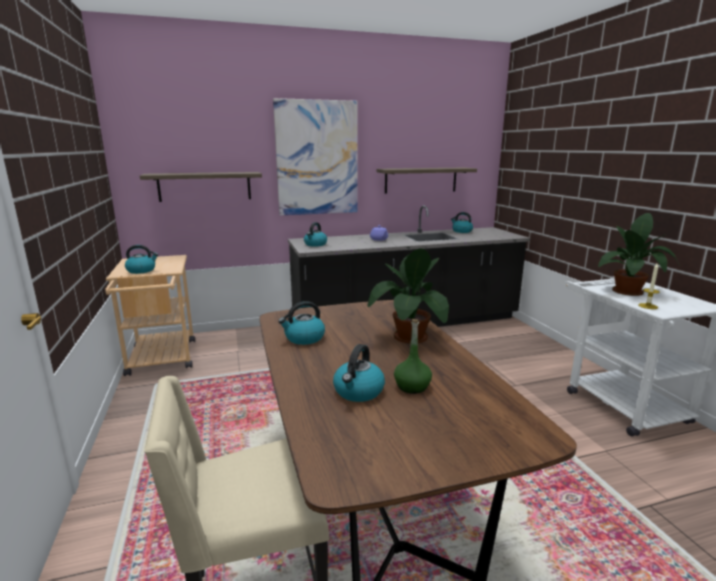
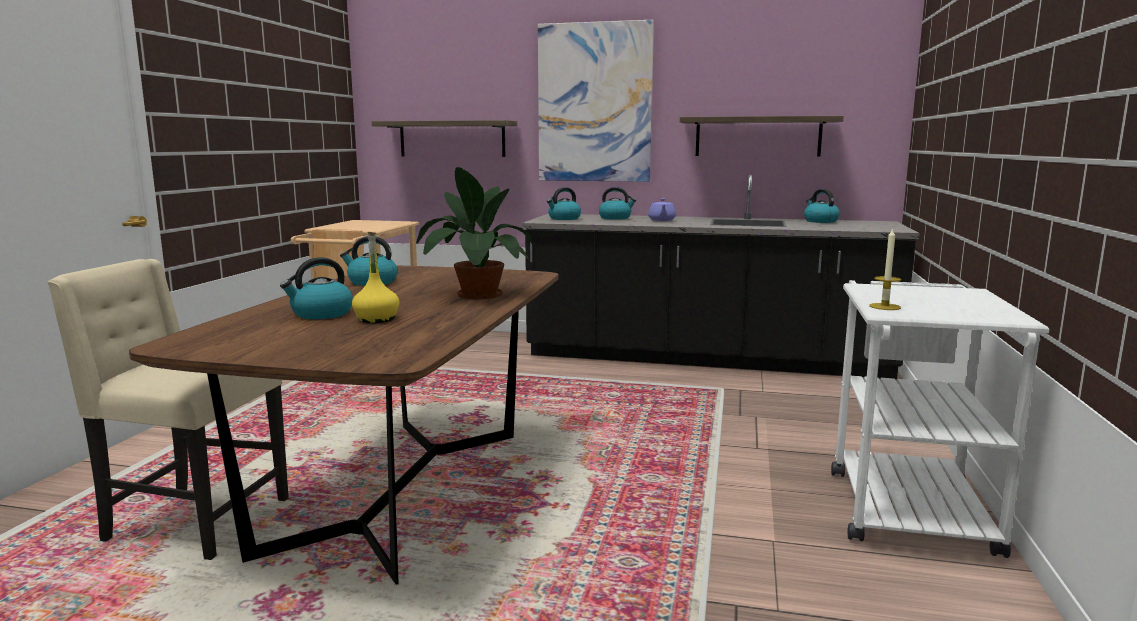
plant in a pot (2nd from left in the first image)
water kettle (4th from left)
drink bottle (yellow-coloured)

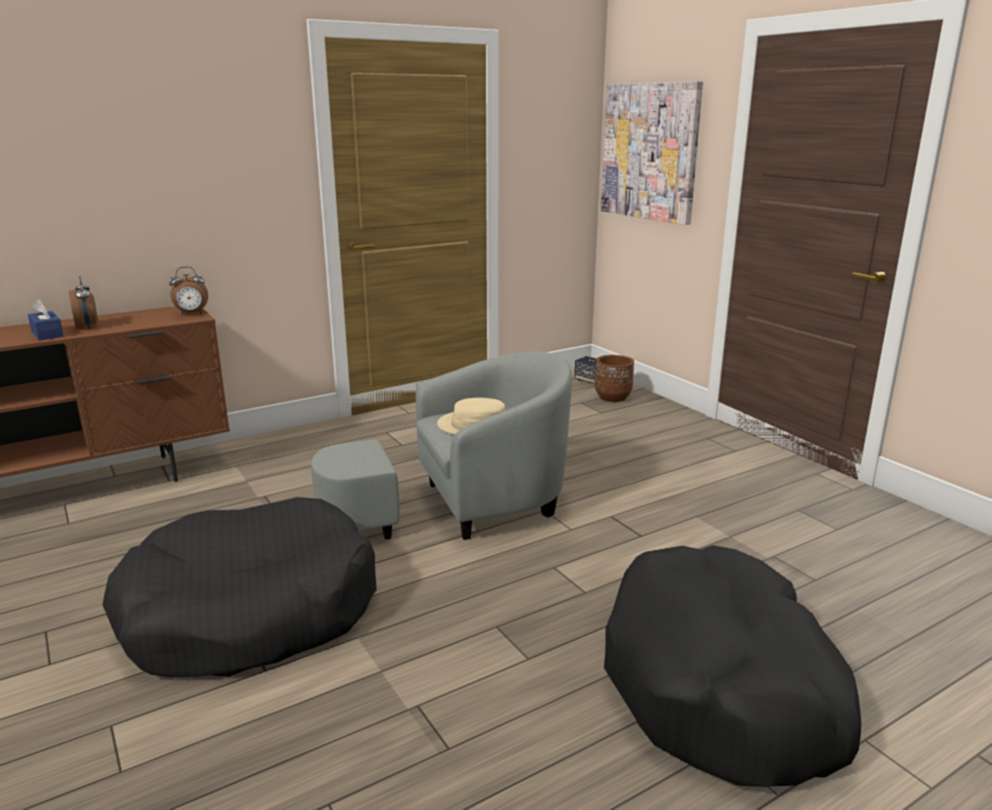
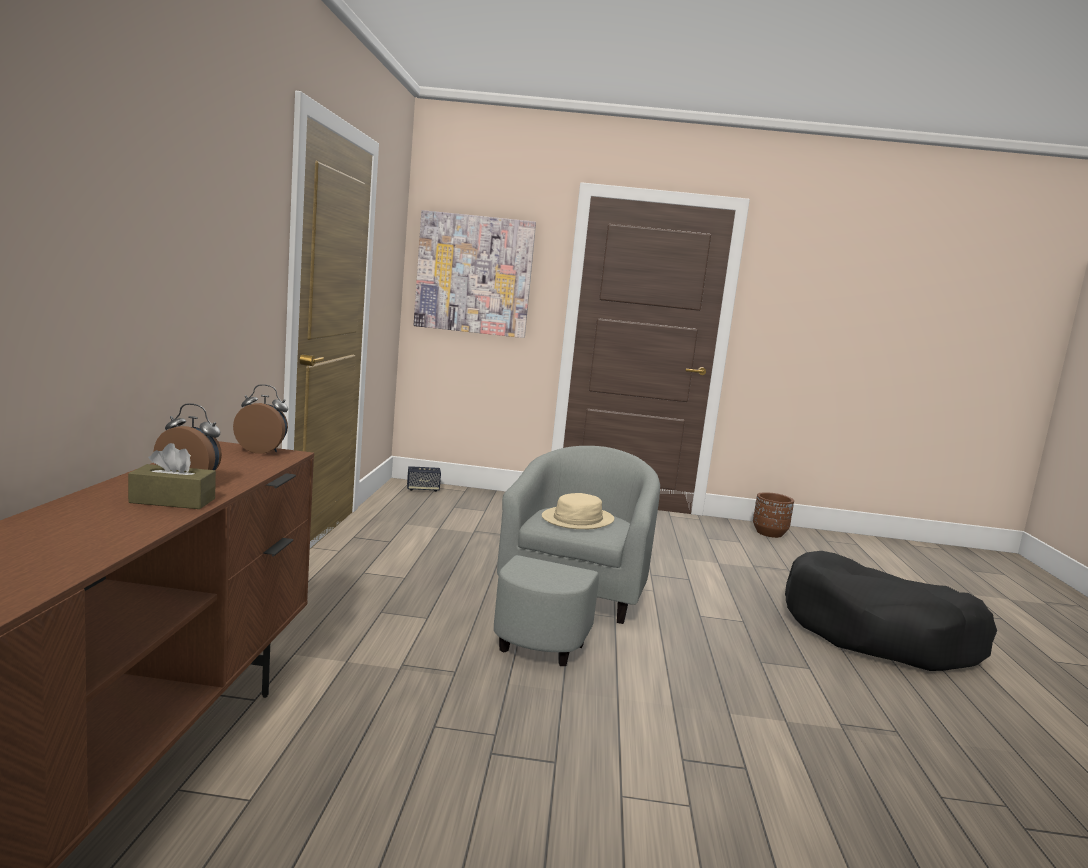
dog bed (black-coloured) (1st from left in the first image)
plant pot (brown)
tissue box (brown)
bedside clock (2nd from left)

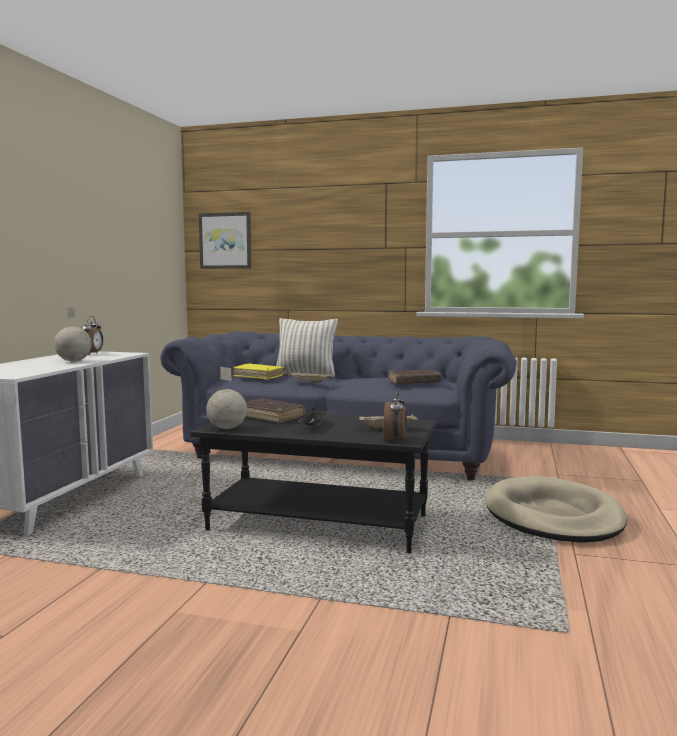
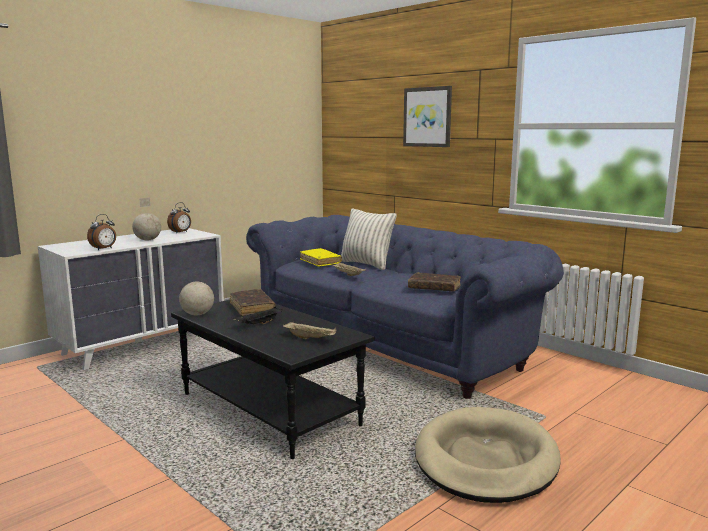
picture
bedside clock (1st from left)

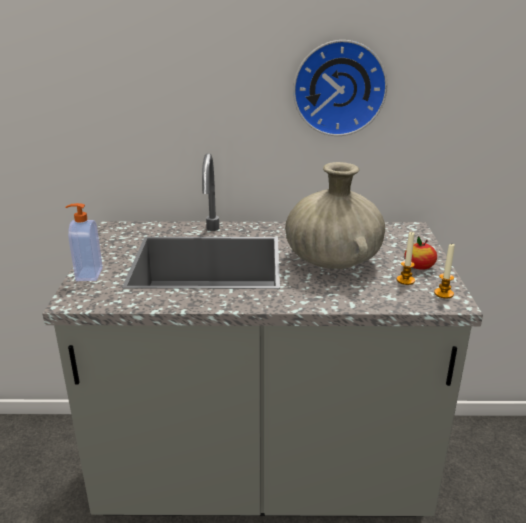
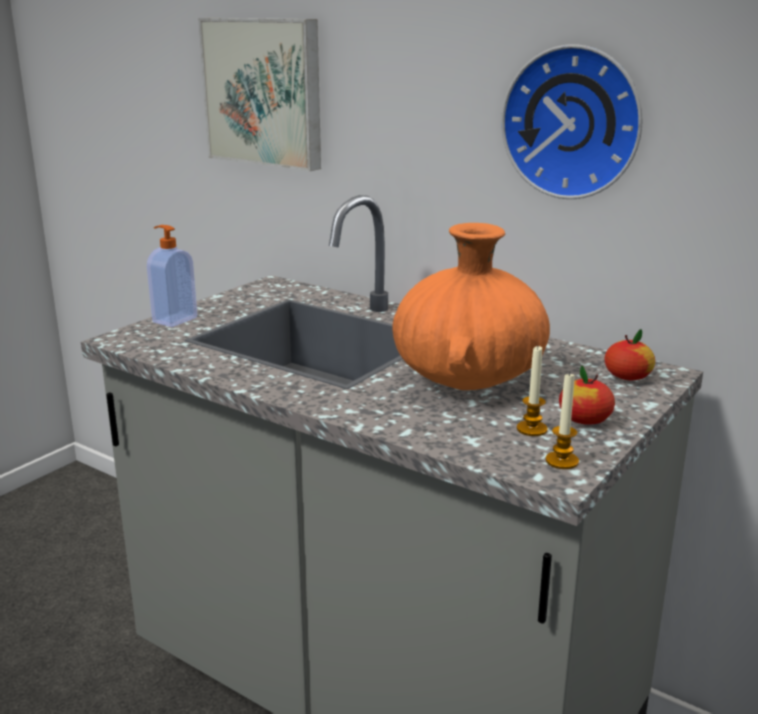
picture
apple (2nd from left)
vase (orangey)

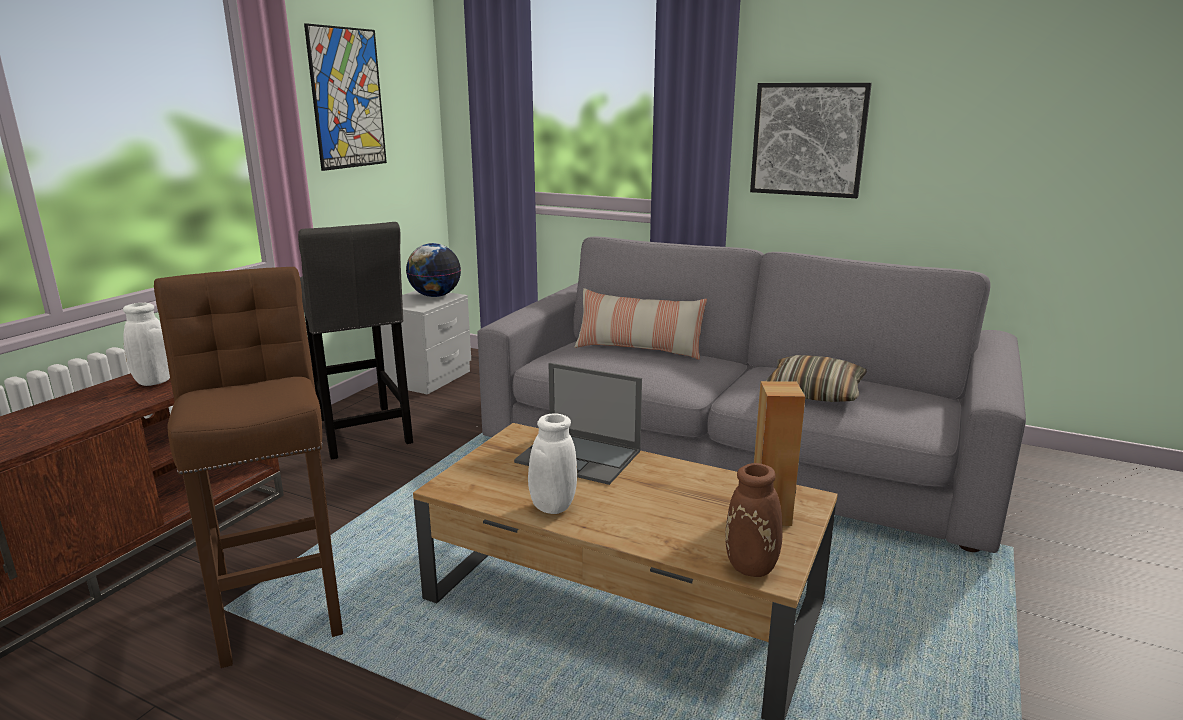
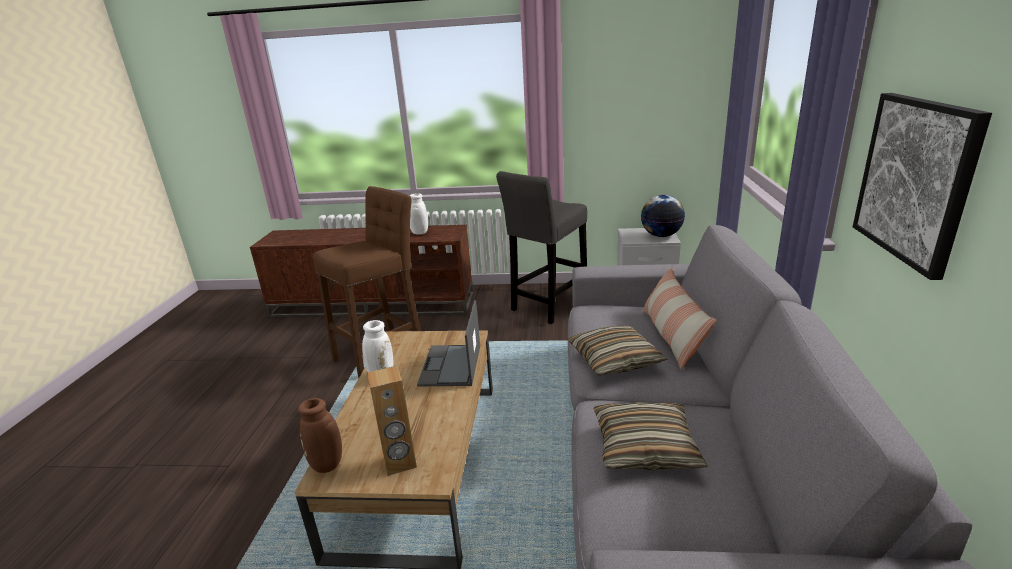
picture (1st from left in the first image)
cushion (1st from left)

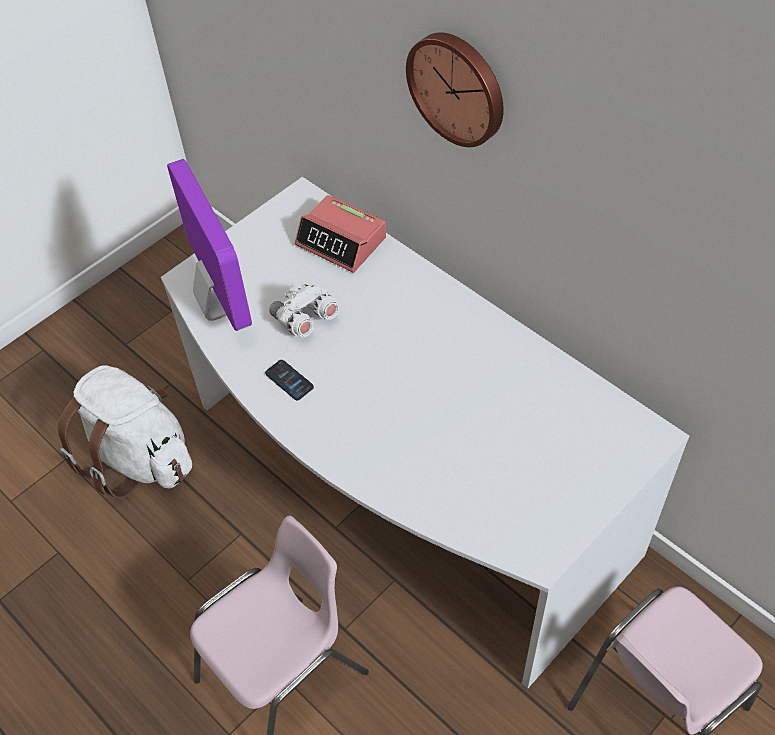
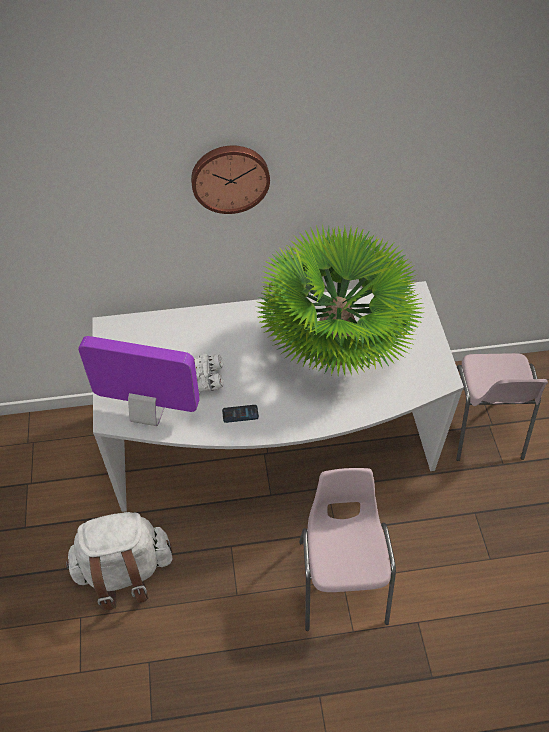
bedside clock
plant in a pot

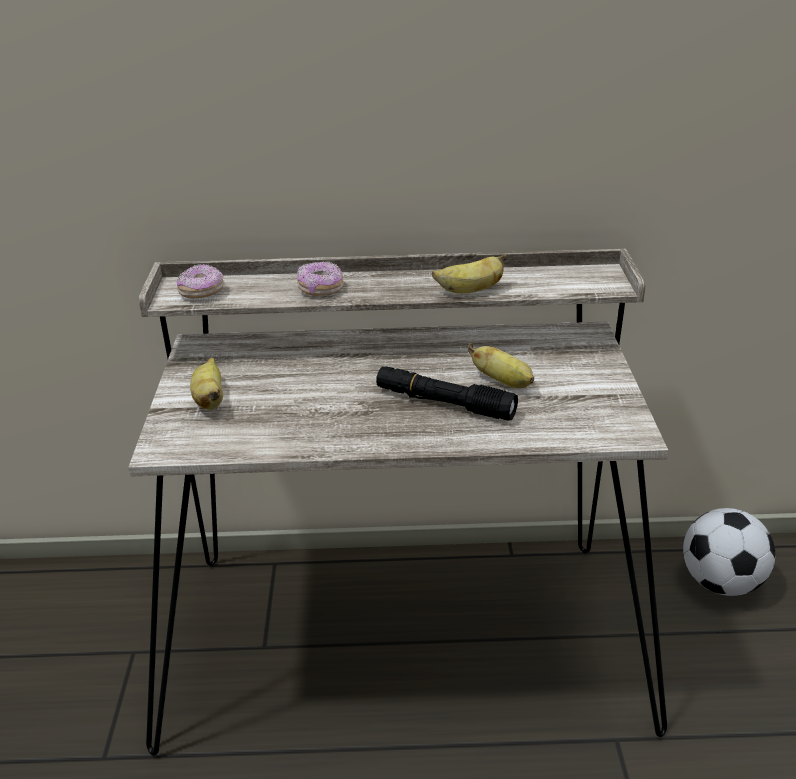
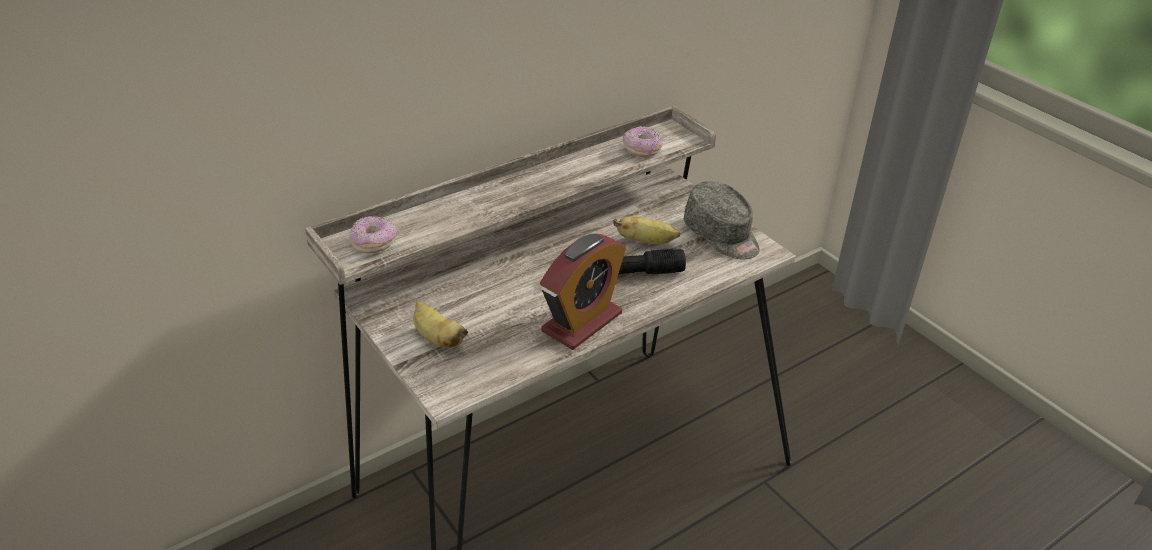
banana fruit (2nd from left in the first image)
ball for football
bedside clock
baseball cap (greyish)
doughnut (2nd from left)

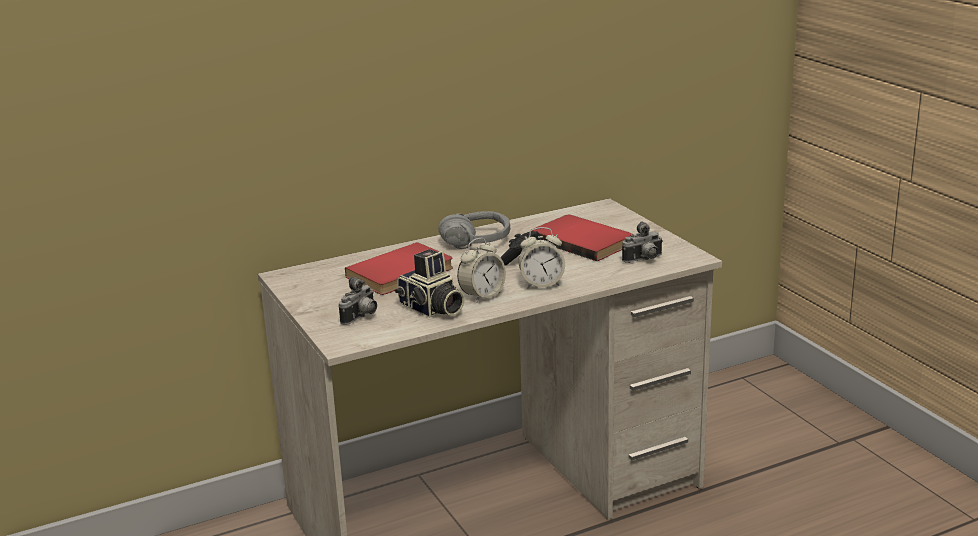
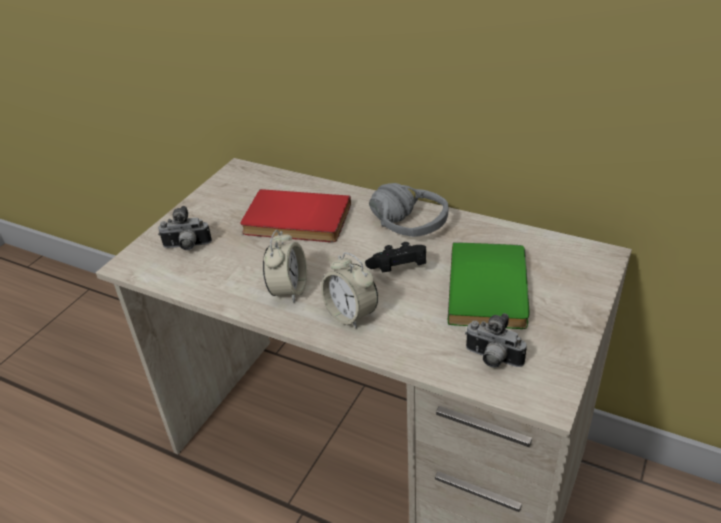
photo camera (2nd from left in the first image)
book (green)
bedside clock (1st from left)

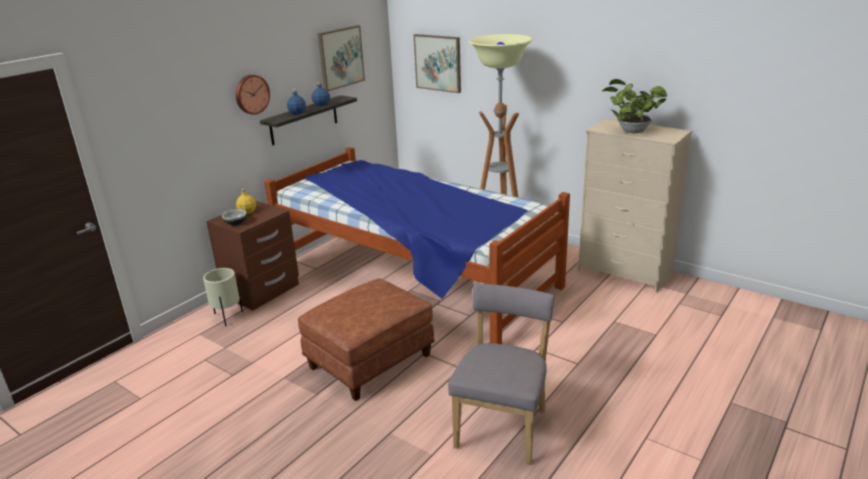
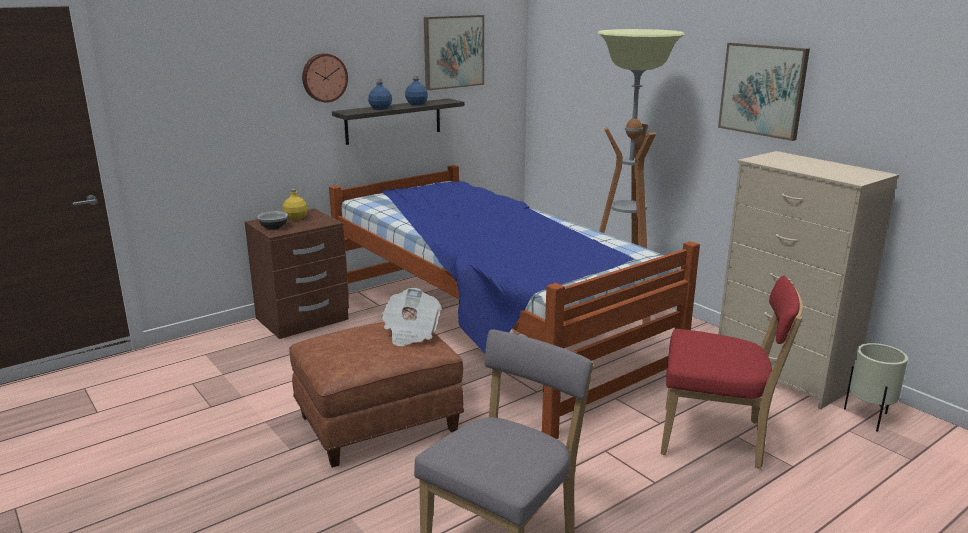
plant in a pot
printed paper
chair (red-coloured)
plant pot (sand-coloured)
picture (2nd from left)

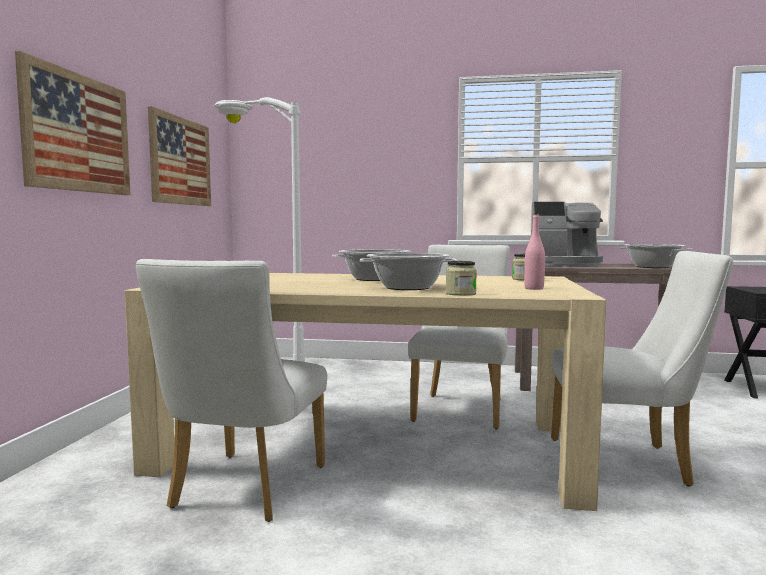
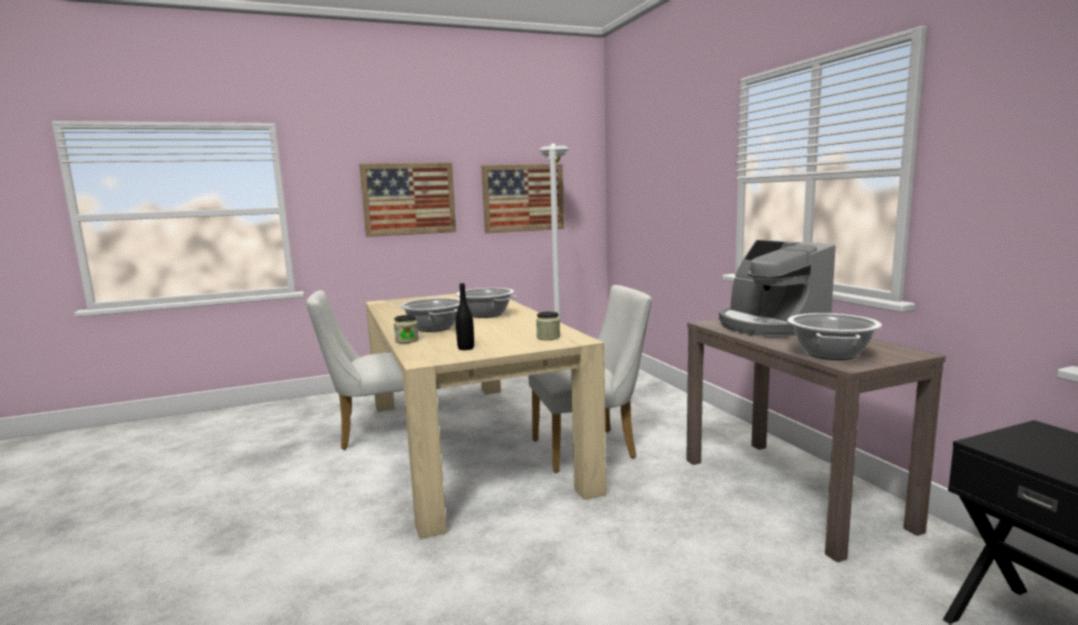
chair (white-coloured) (3rd from left in the first image)
drink bottle (black-coloured)

